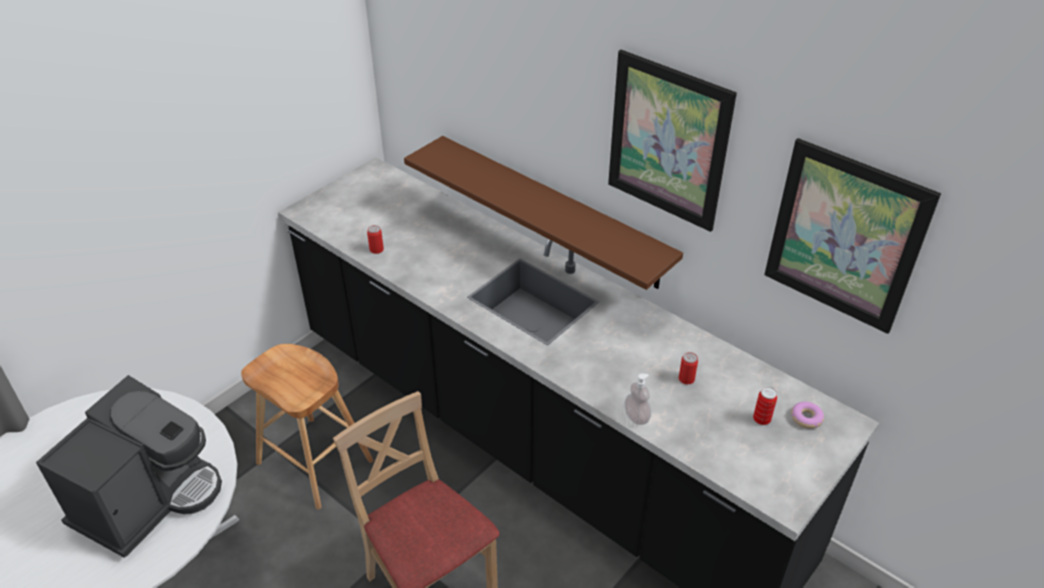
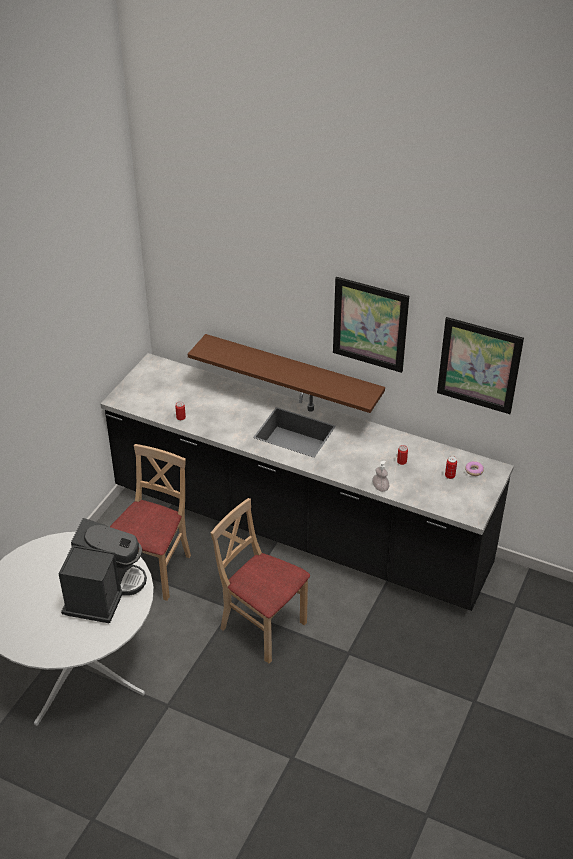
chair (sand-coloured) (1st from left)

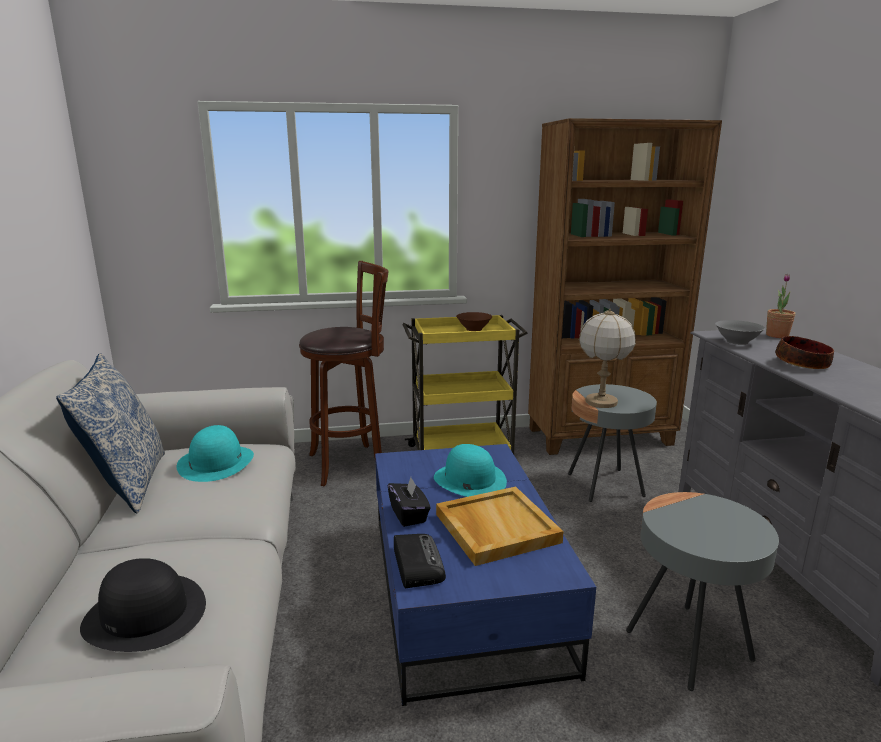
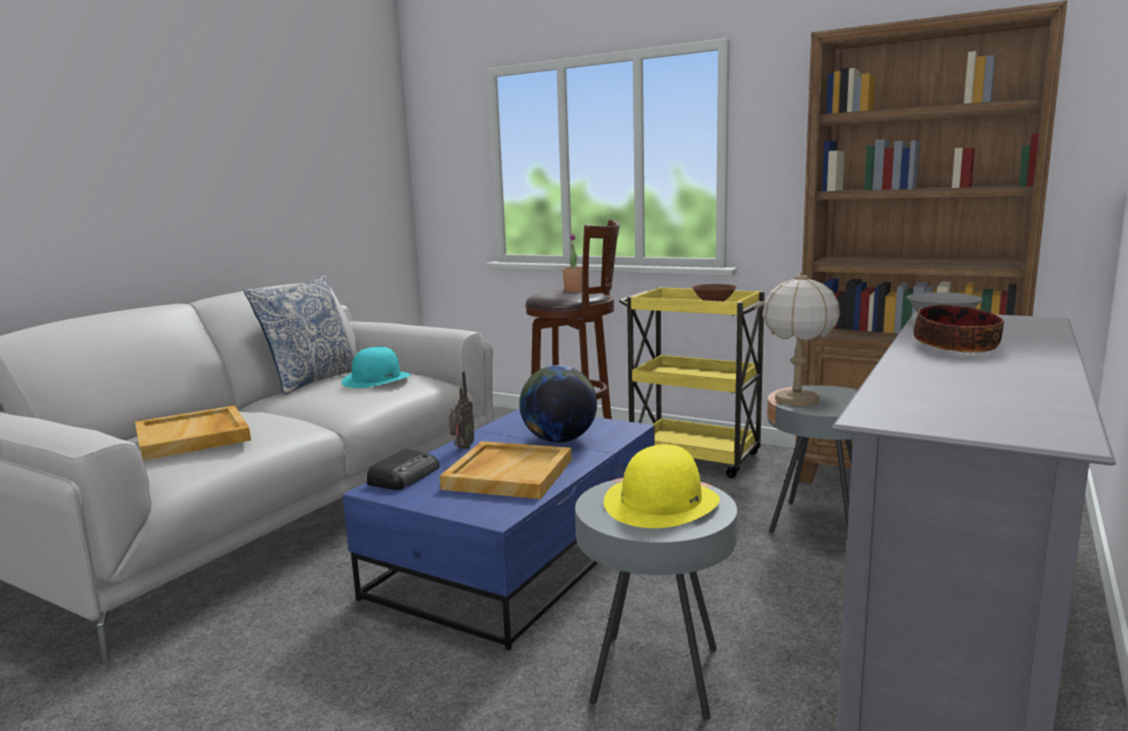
clothing hat (yellow-coloured)
plant in a pot
carrying tray (sand-coloured) (1st from left)
radio set (2nd from left)
globe

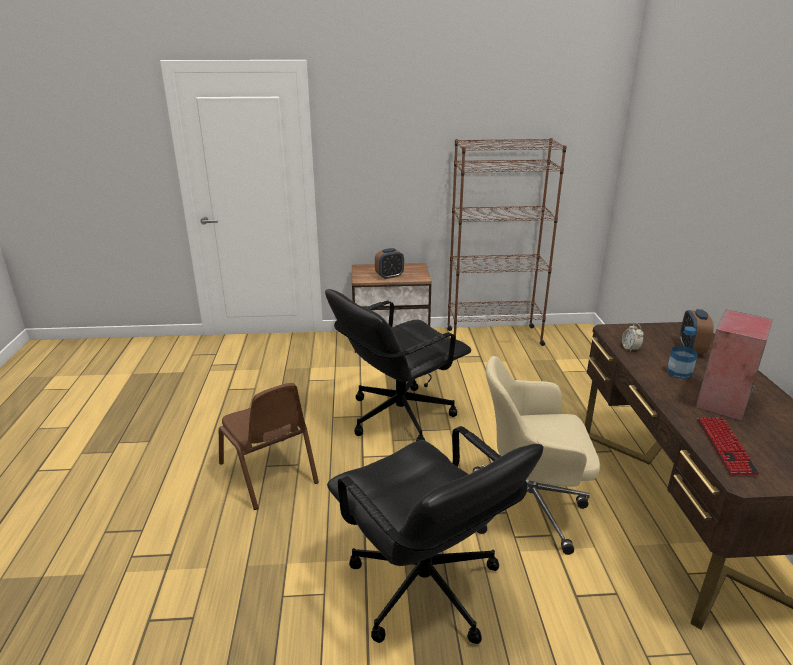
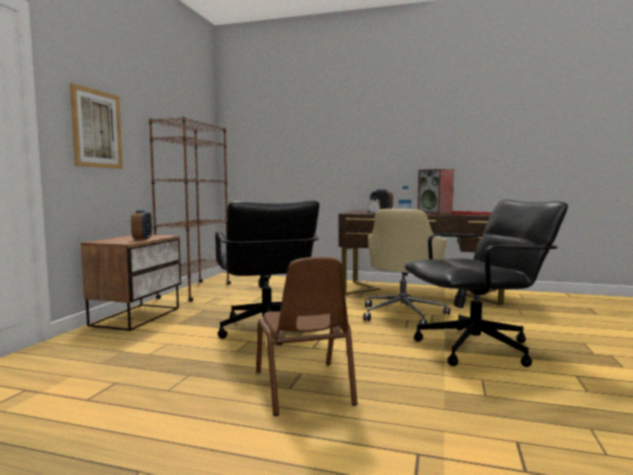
picture
chair (brown)

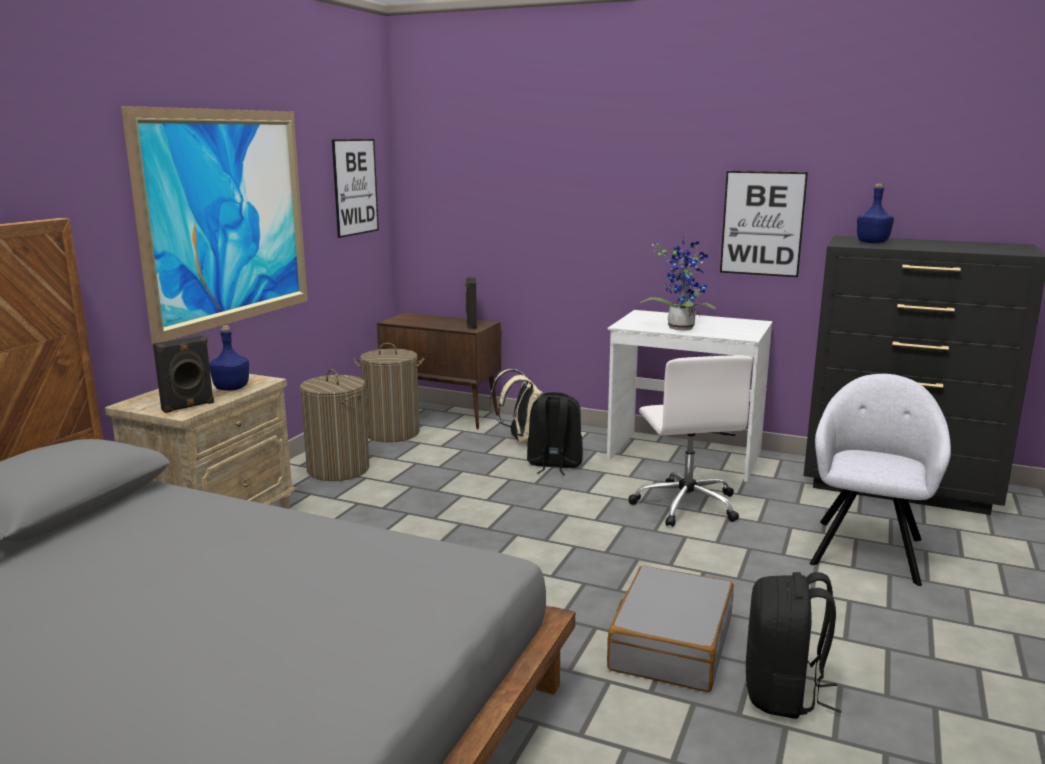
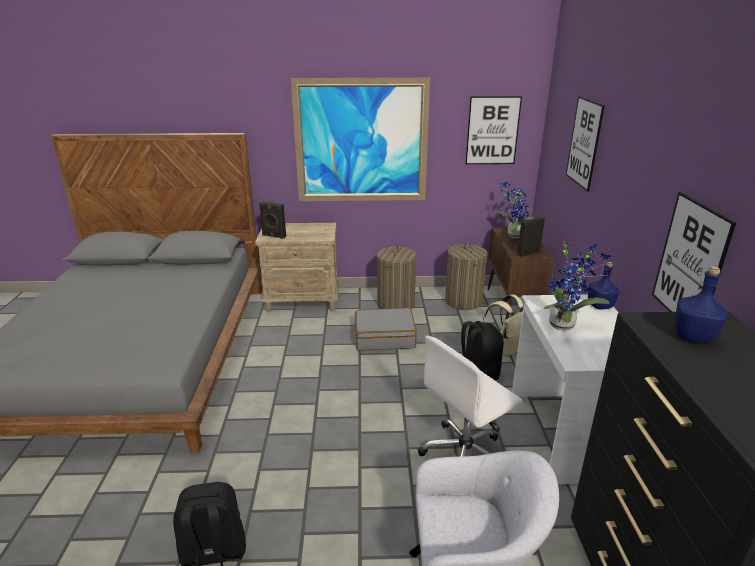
plant in a pot (1st from left)
picture (3rd from left)
drink bottle (blue) (1st from left)
suitcase (greyish)

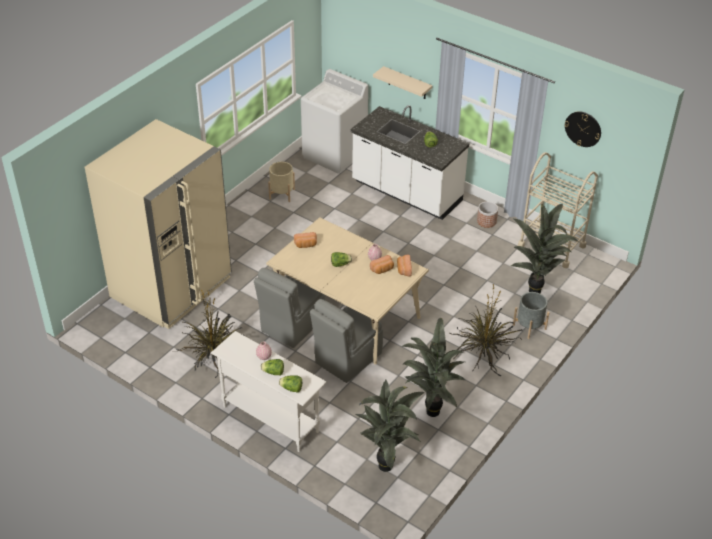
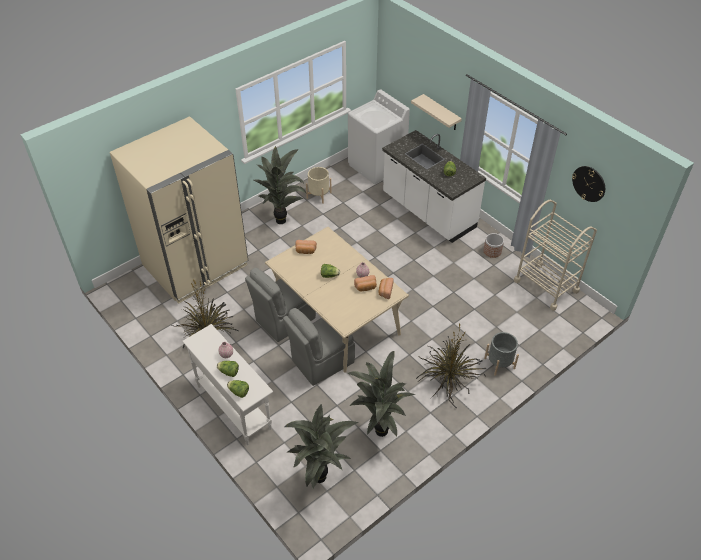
plant in a pot (2nd from left)

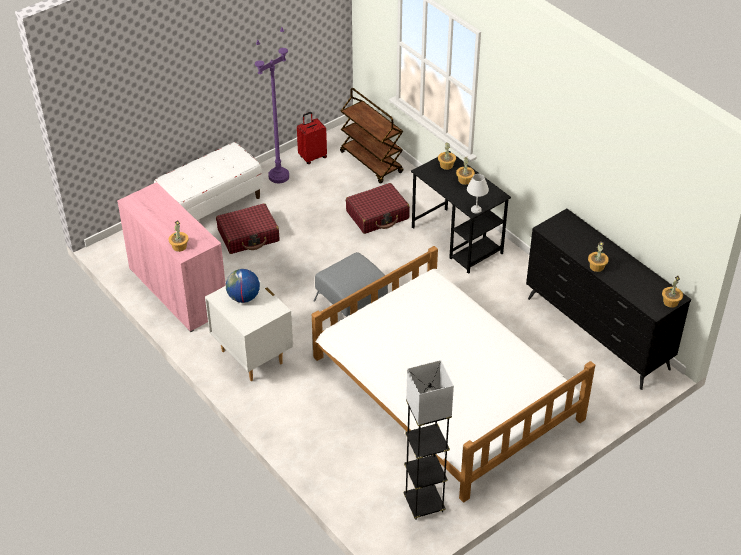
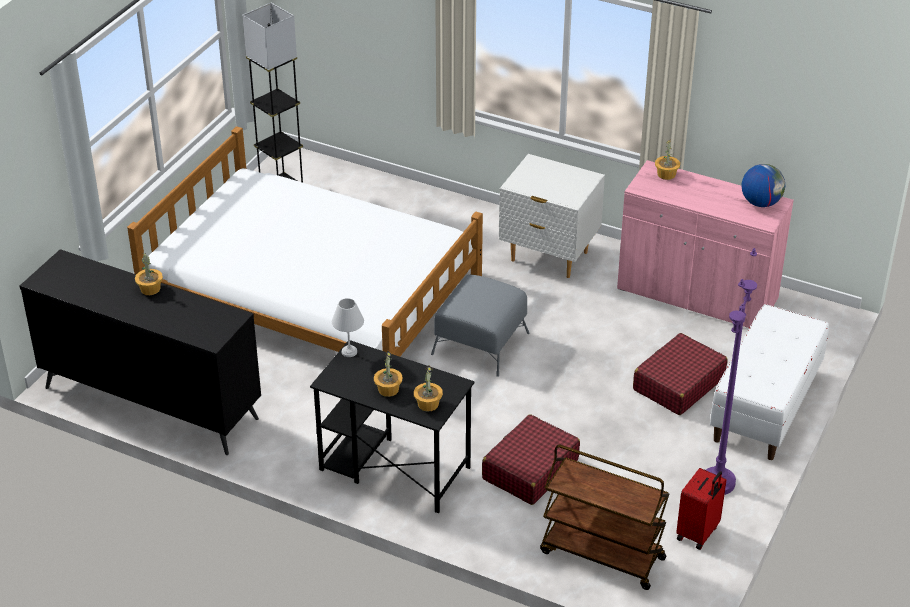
plant in a pot (5th from left in the first image)
globe

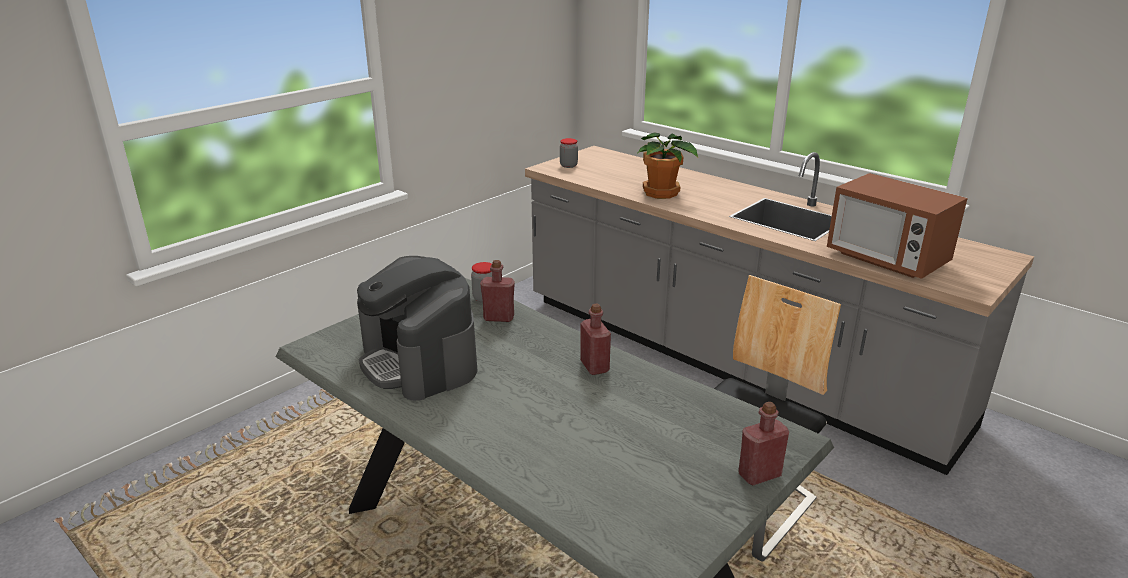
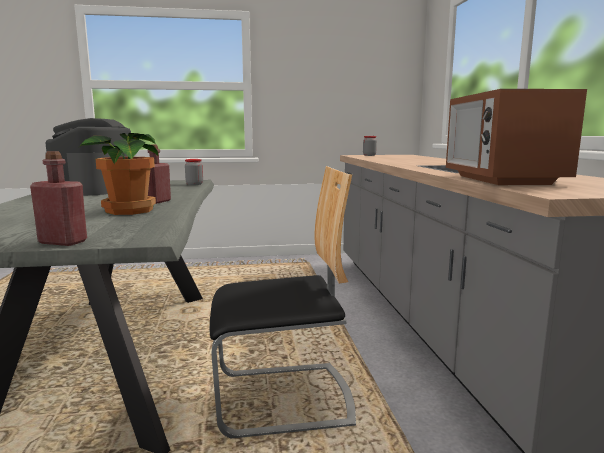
drink bottle (red-coloured) (1st from left in the first image)
plant in a pot

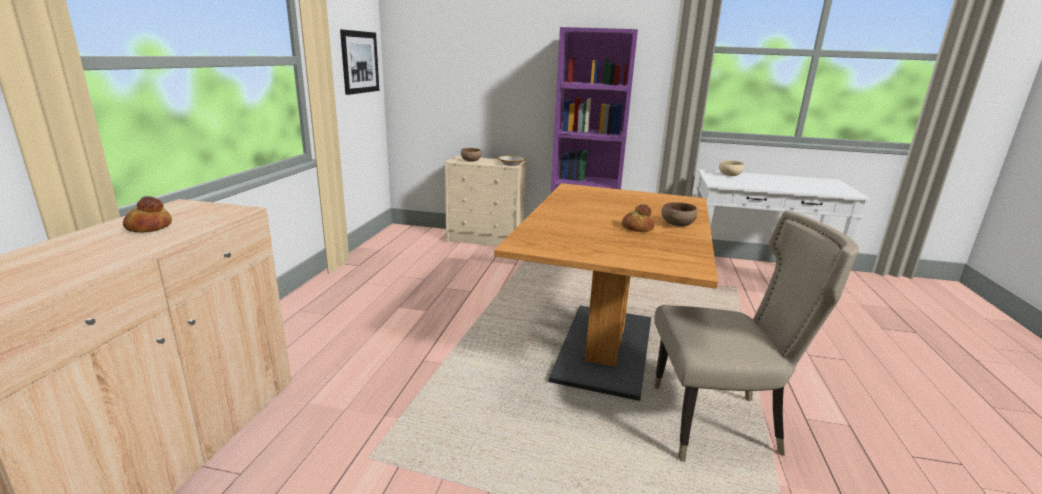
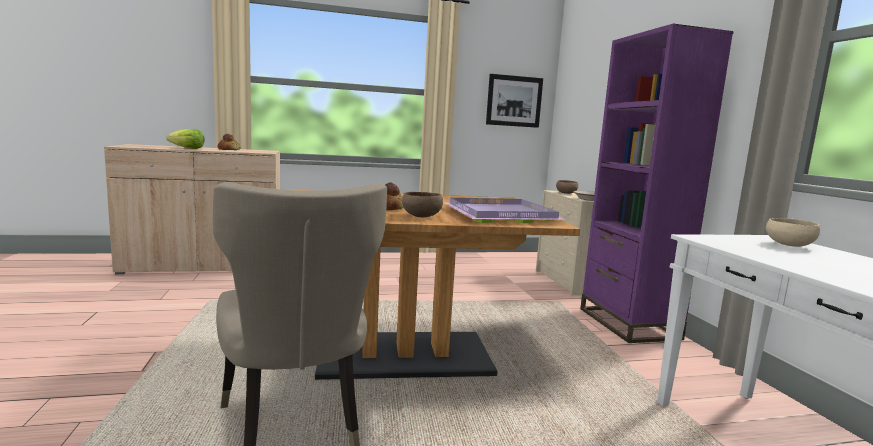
head of lettuce
carrying tray (purple-coloured)

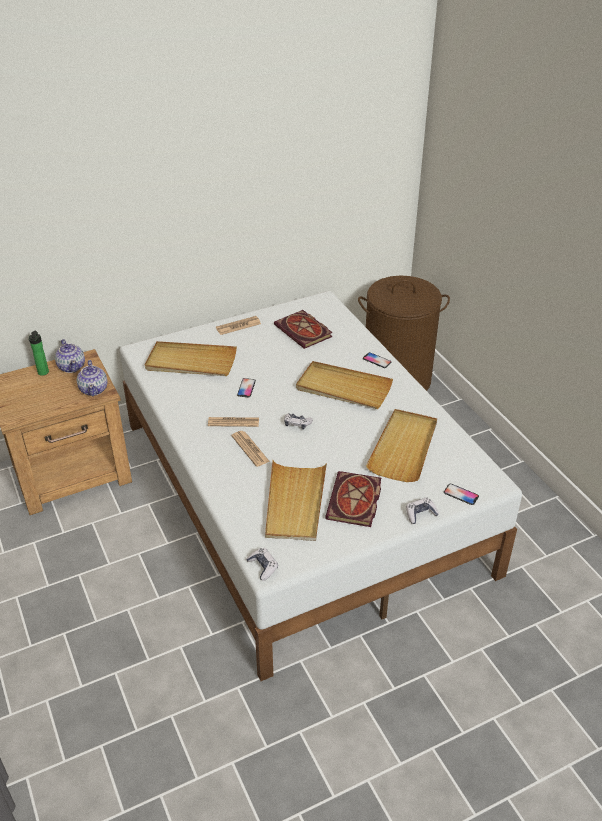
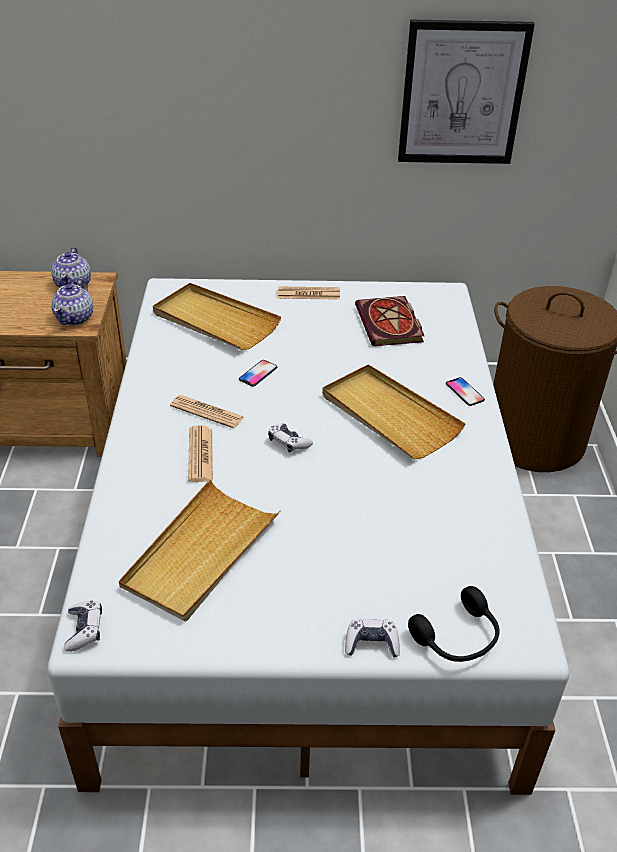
drink bottle
book (2nd from left in the first image)
carrying tray (sand-coloured) (4th from left in the first image)
picture
headset (black-coloured)

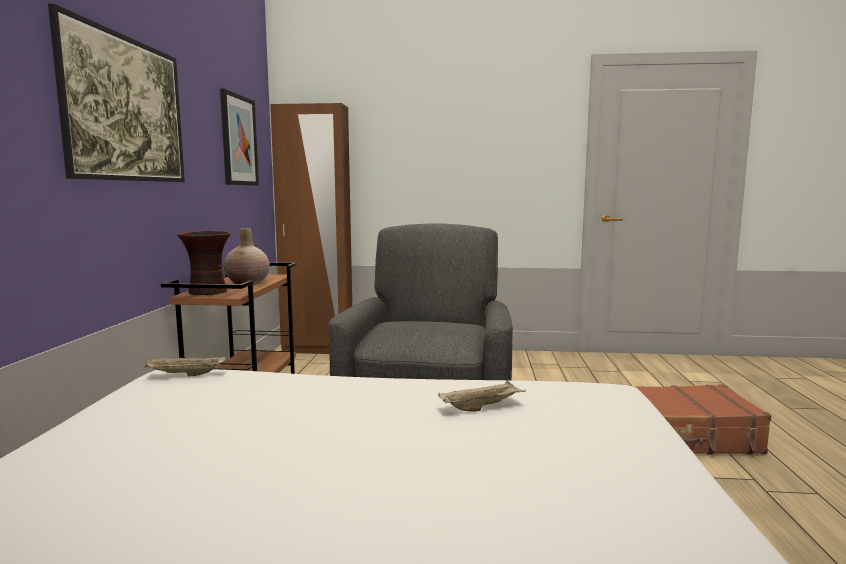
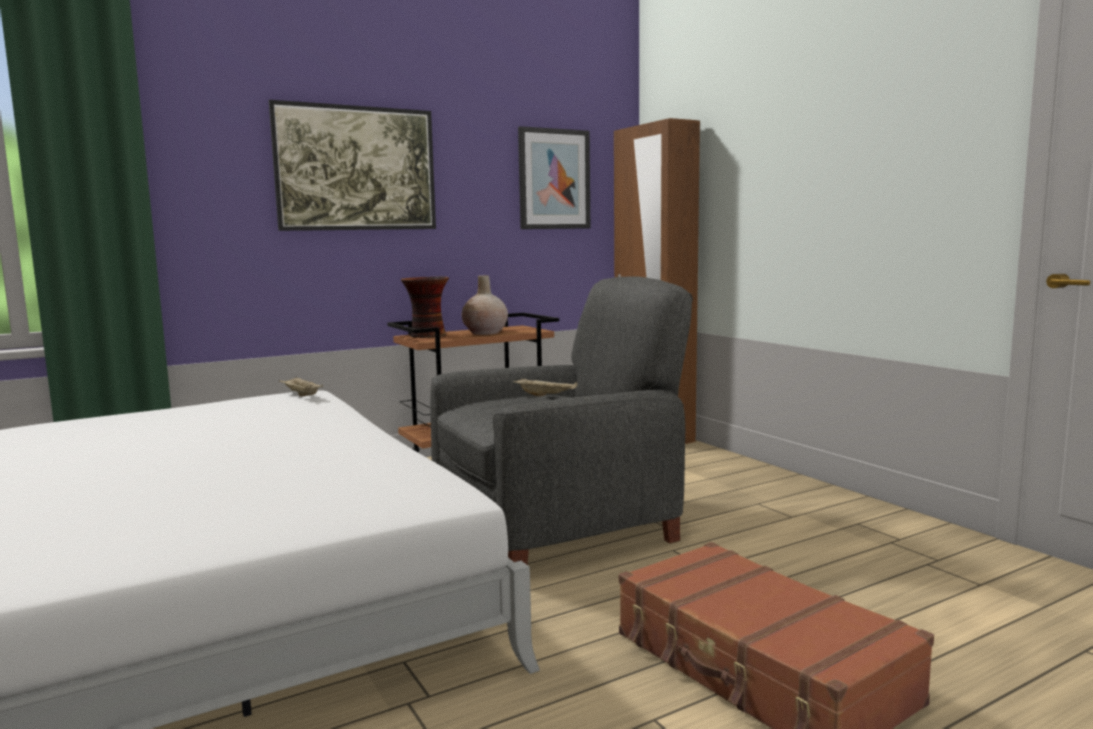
carrying tray (sand-coloured) (2nd from left)

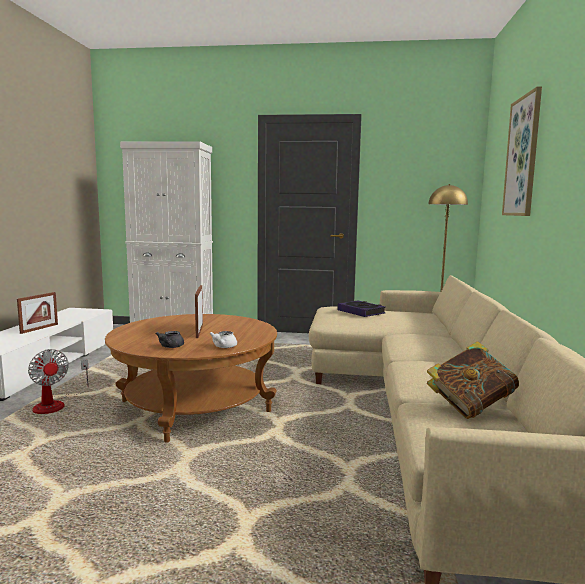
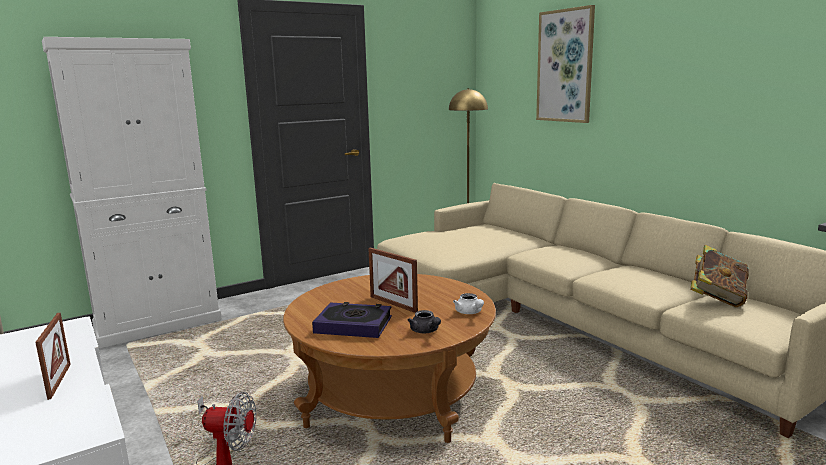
book (1st from left)

